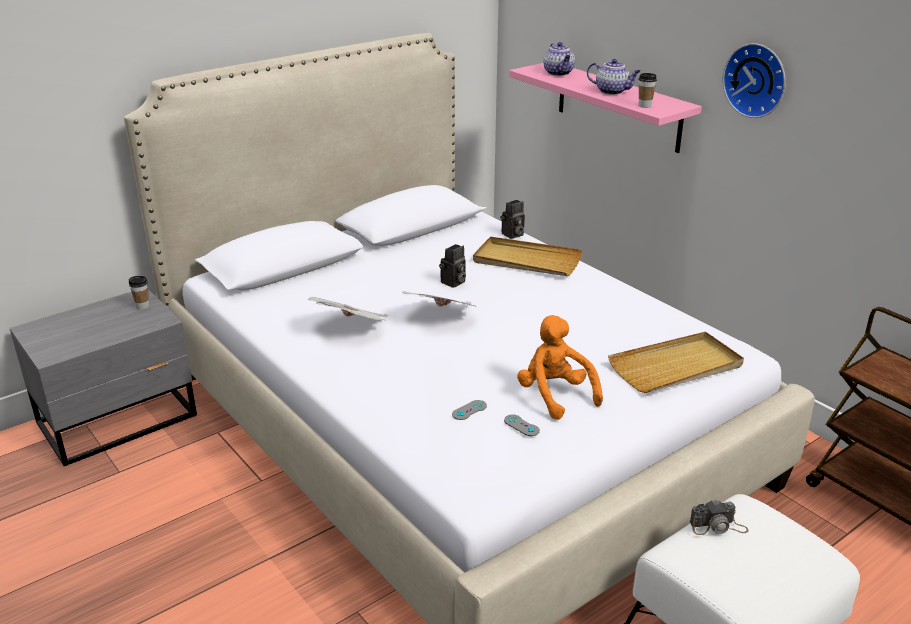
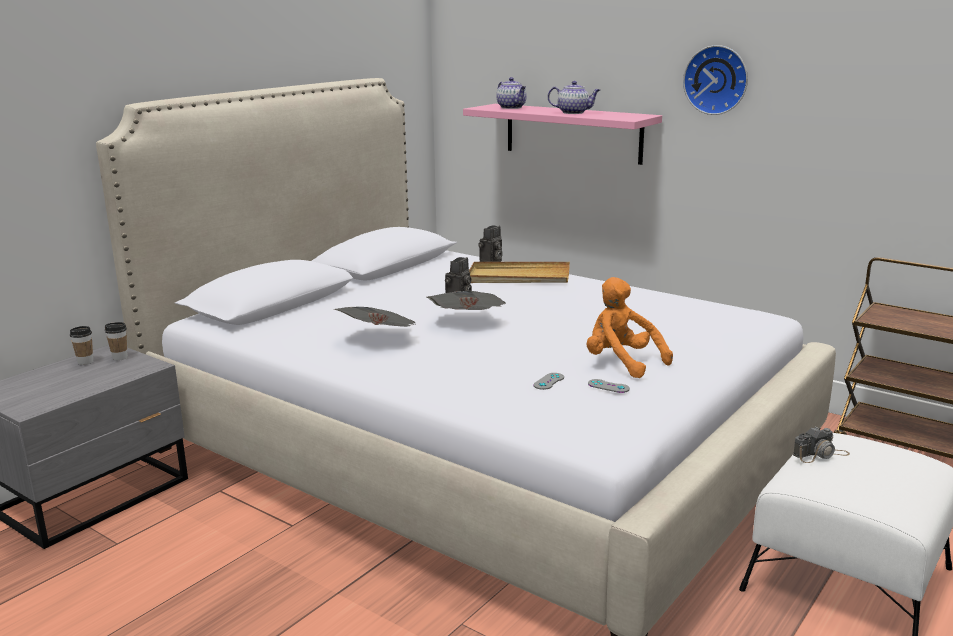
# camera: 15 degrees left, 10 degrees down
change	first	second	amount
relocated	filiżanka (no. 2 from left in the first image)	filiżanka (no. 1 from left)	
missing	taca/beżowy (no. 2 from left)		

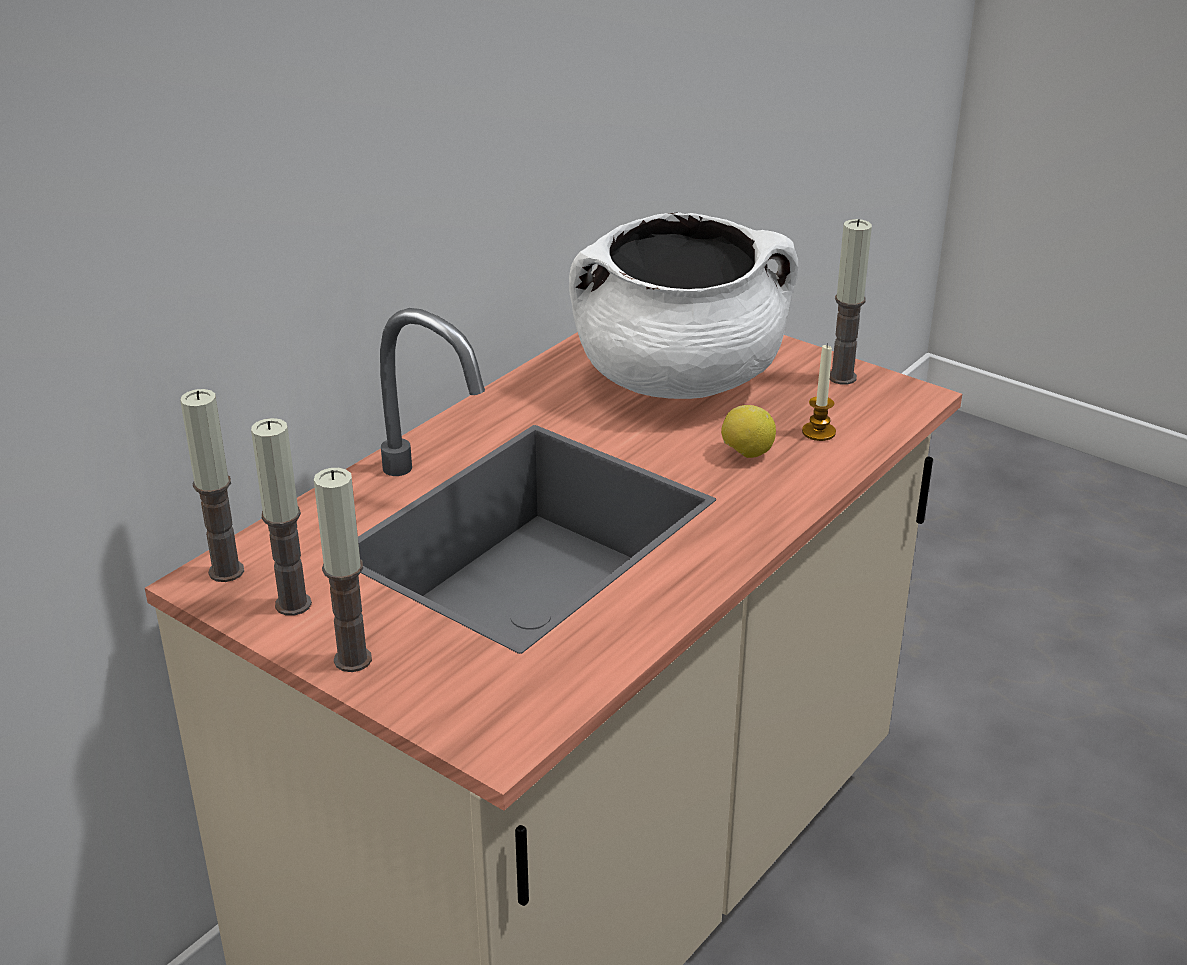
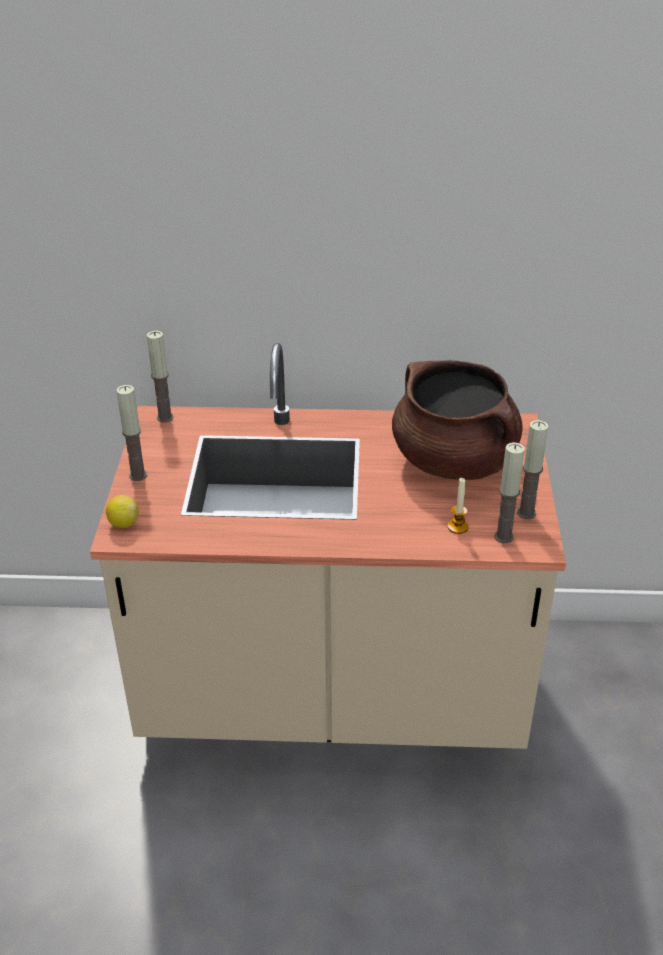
# camera: 55 degrees right, 5 degrees up
change	first	second	amount
relocated	cytryna		
colour	garnek/biały	garnek/brązowy	
relocated	świeca (no. 2 from left in the first image)	świeca (no. 4 from left)	

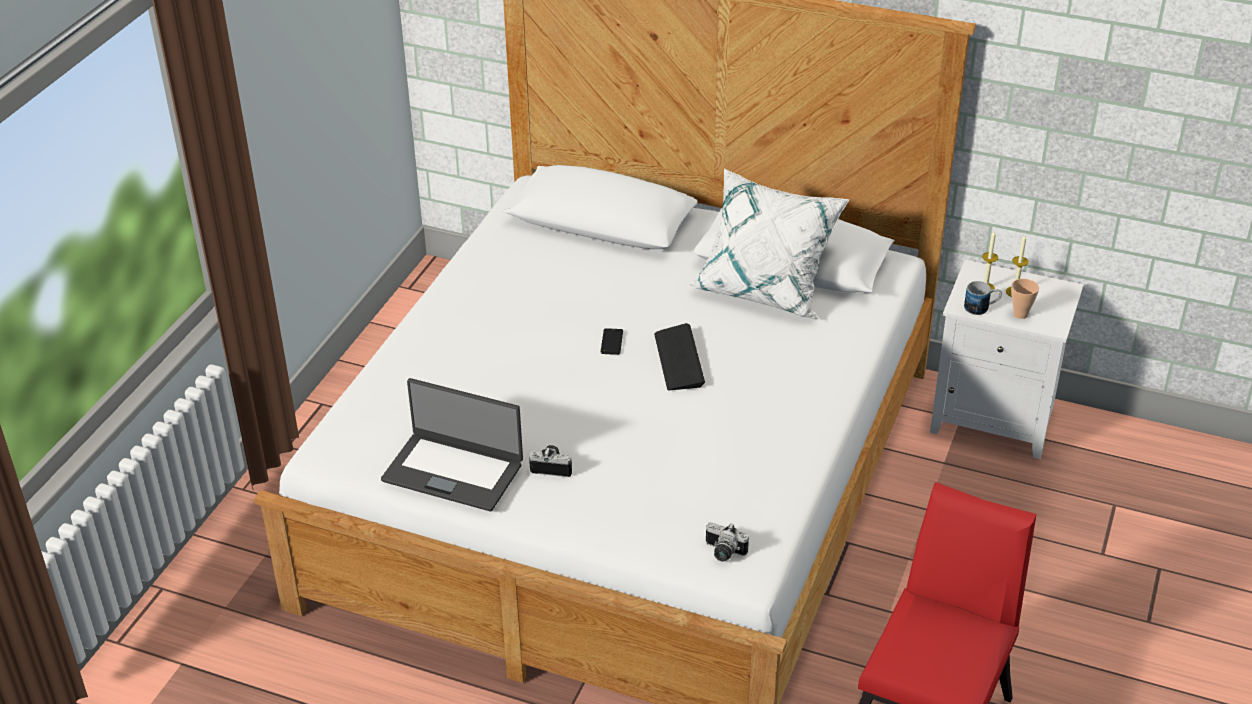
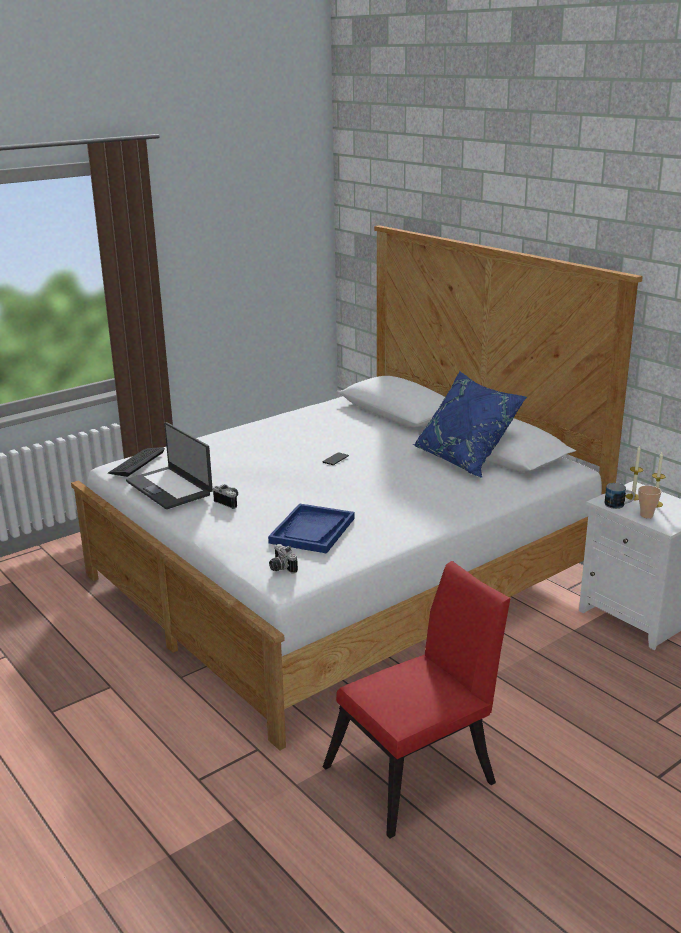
# camera: 30 degrees right, 15 degrees down
change	first	second	amount
relocated	klawiatura		
appeared		taca/niebieski	
colour	poduszka/biały	poduszka/niebieski	

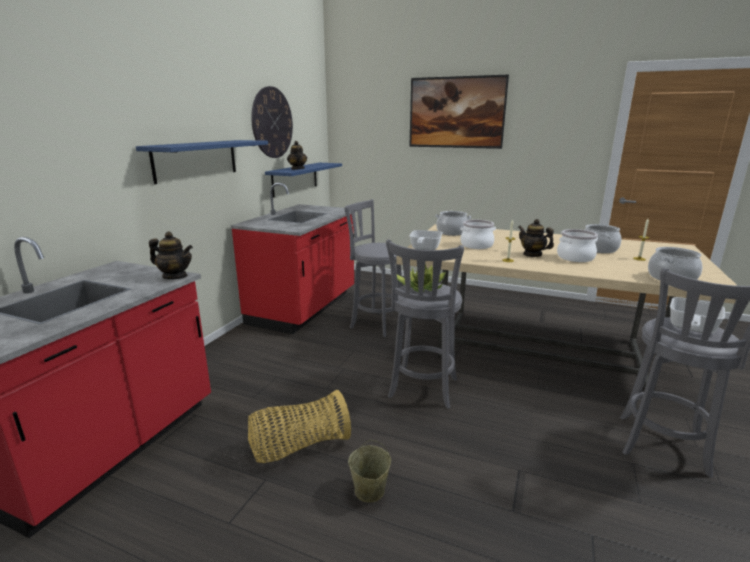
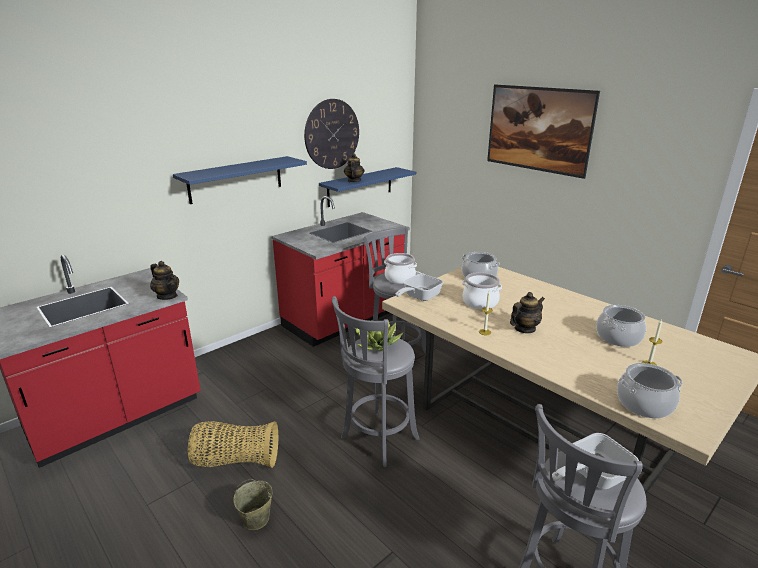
# camera: 25 degrees right, 5 degrees up
change	first	second	amount
relocated	garnek (no. 3 from left in the first image)	garnek (no. 1 from left)	
spun	imbryk (no. 3 from left)		75 degrees clockwise

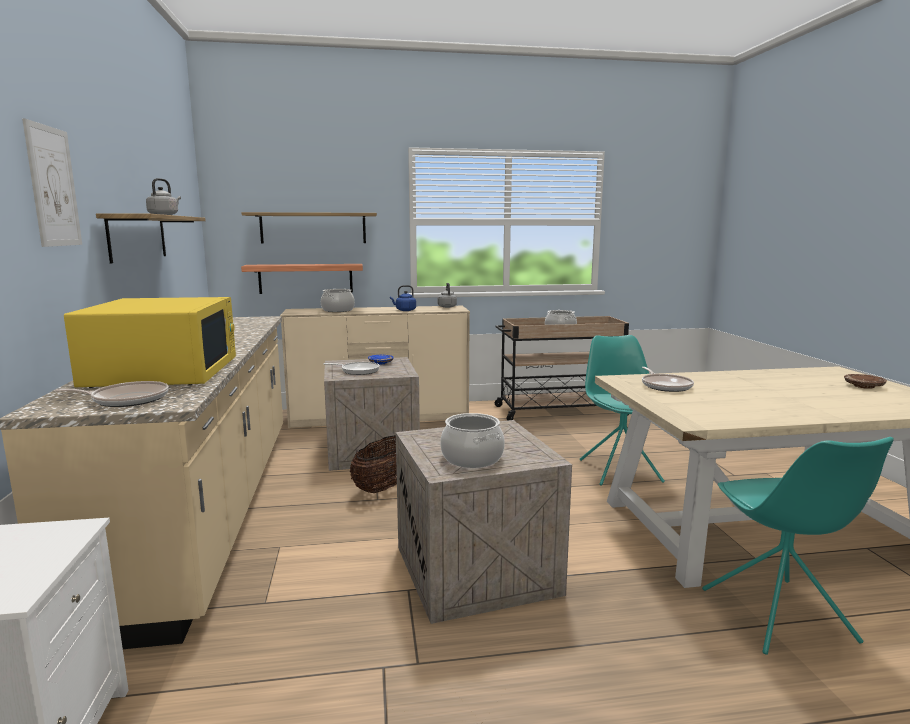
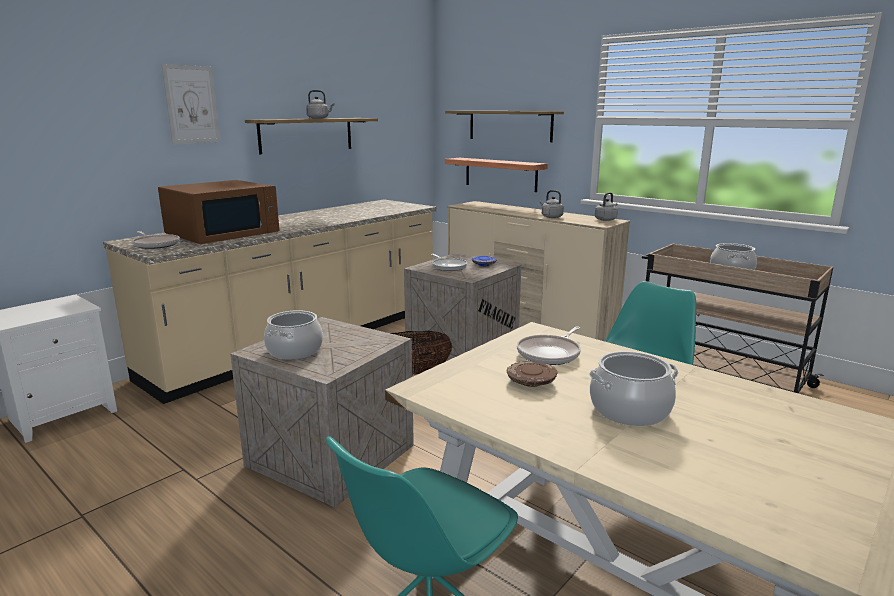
# camera: 50 degrees right, 5 degrees up
change	first	second	amount
colour	mikrofalówka/żółty	mikrofalówka/brązowy	
relocated	talerz/brązowy		
colour	czajnik/niebieski	czajnik/szary (no. 2 from left)	
relocated	garnek (no. 1 from left in the first image)	garnek (no. 2 from left)	

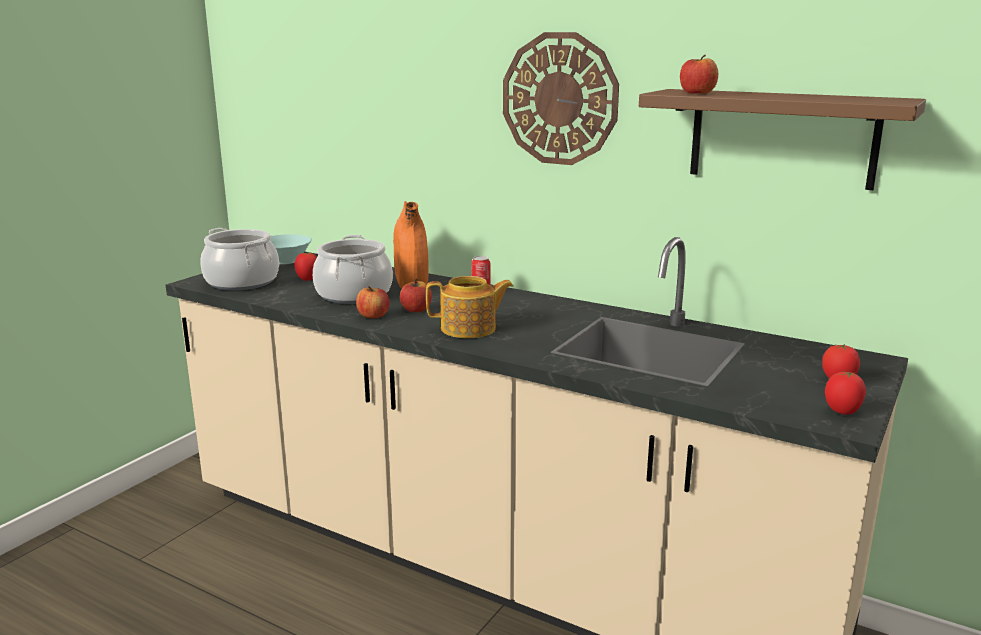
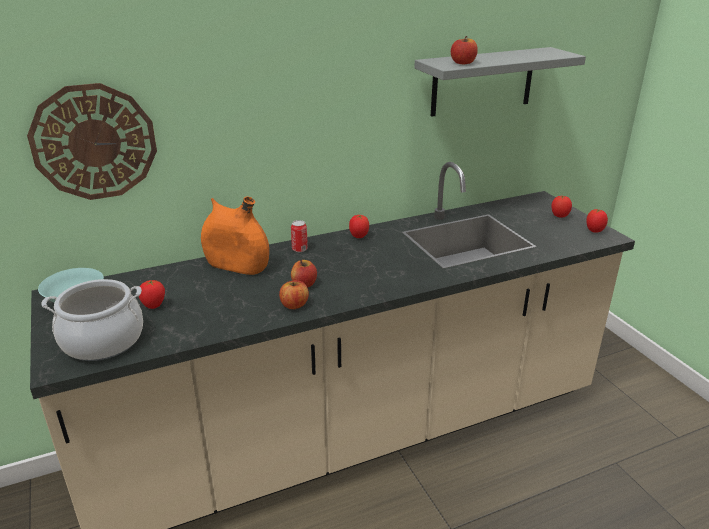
# camera: 55 degrees left, 10 degrees up
change	first	second	amount
relocated	zegar ścienny		
appeared		pomidor (no. 2 from left)	
colour	półka/brązowy	półka/szary	
missing	garnek (no. 2 from left)		
missing	imbryk		

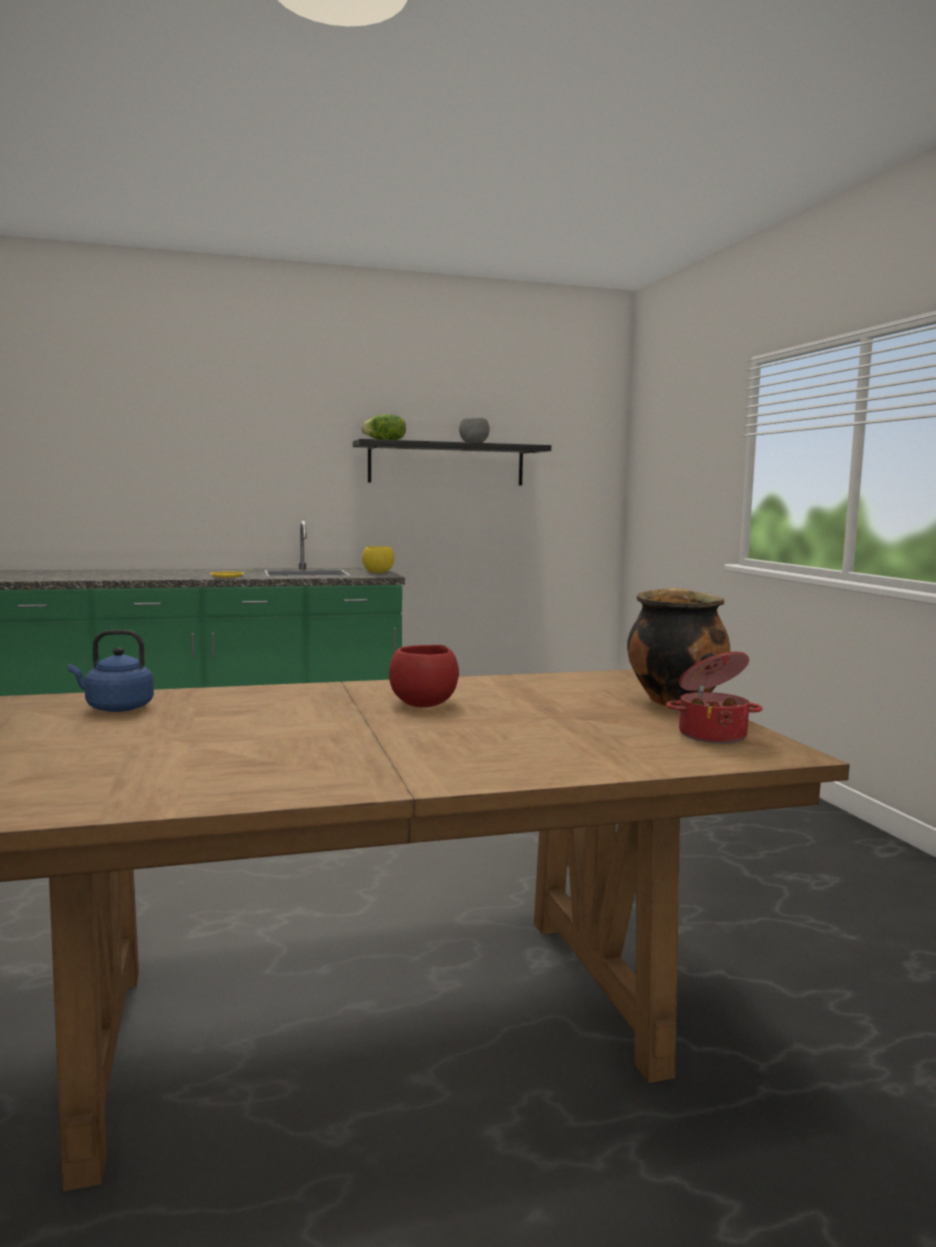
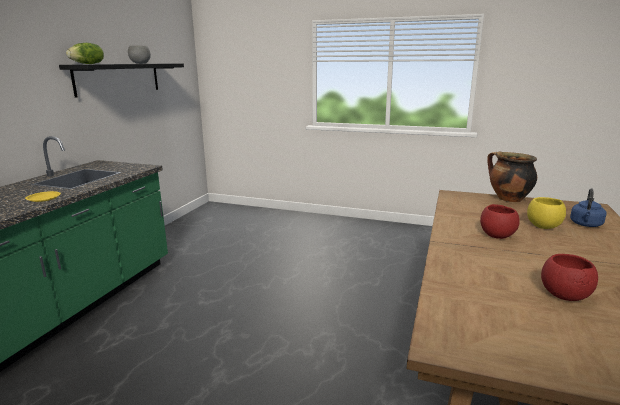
# camera: 55 degrees left, 10 degrees up
change	first	second	amount
relocated	miska/żółty		
appeared		miska/czerwony (no. 2 from left)	
relocated	czajnik/niebieski		
missing	garnek (no. 2 from left)		

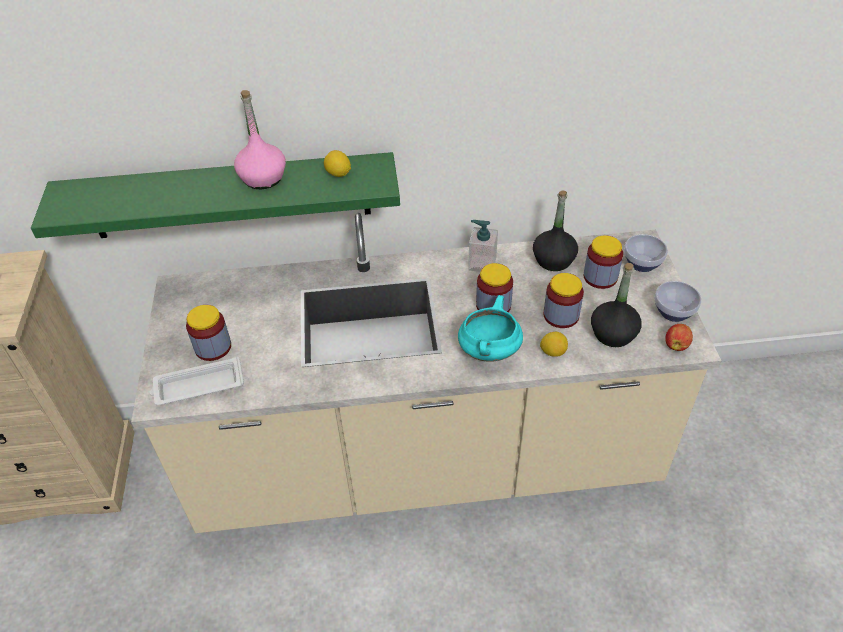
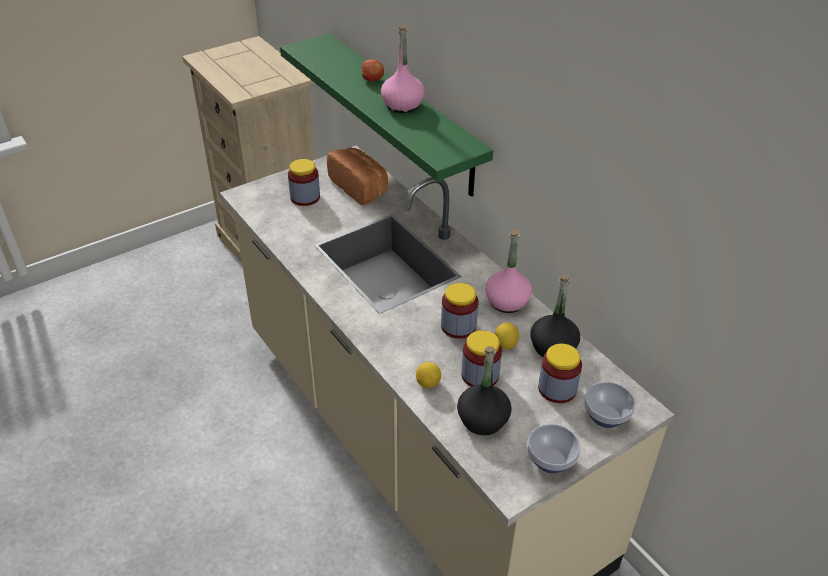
# camera: 60 degrees right, 5 degrees down
change	first	second	amount
appeared		chleb	
relocated	jabłko		
exchanged	dozownik mydła	butelka/różowy (no. 2 from left)	
relocated	cytryna (no. 1 from left in the first image)	cytryna (no. 2 from left)	
missing	taca/biały		
missing	garnek/turkusowy		

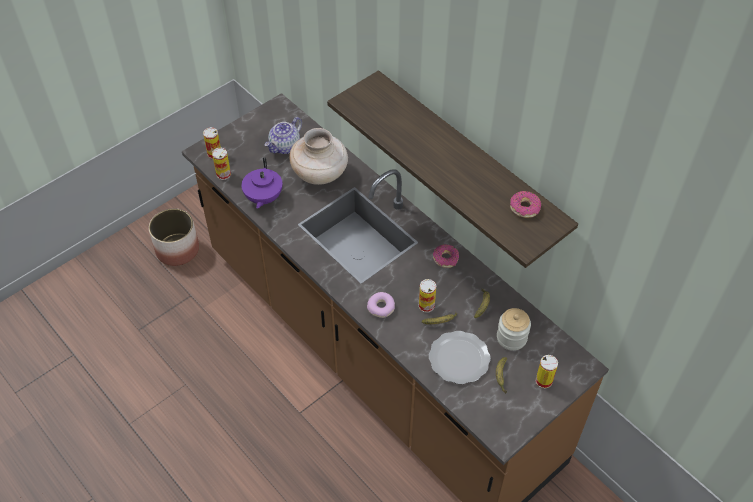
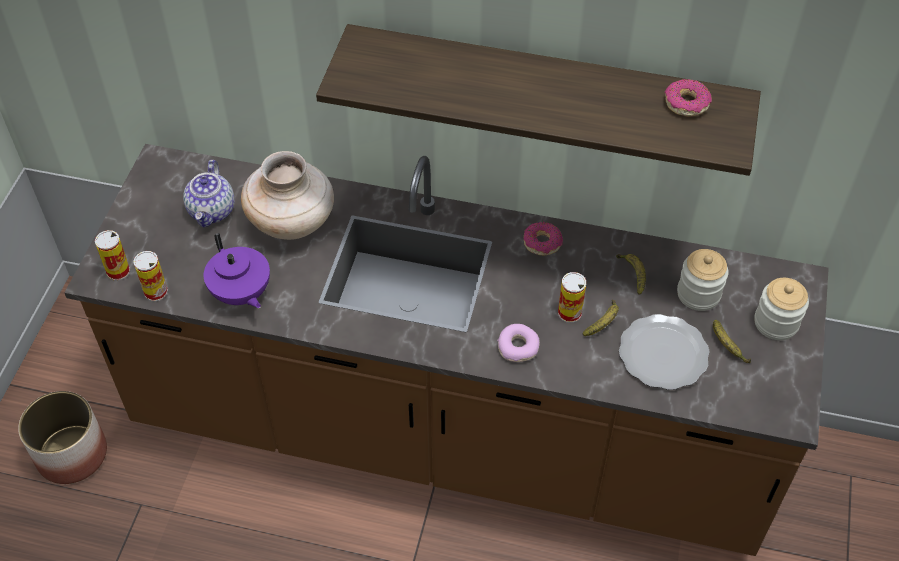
# camera: 35 degrees left, 0 degrees up
change	first	second	amount
exchanged	puszka (no. 4 from left)	słoik (no. 2 from left)	

